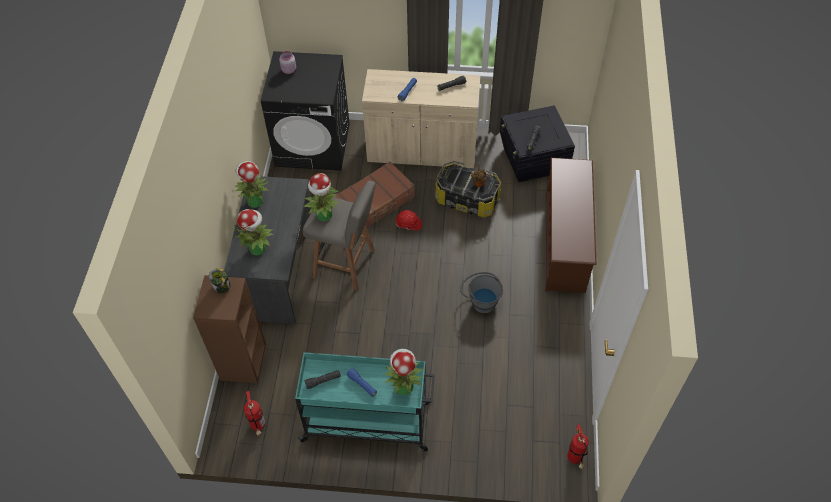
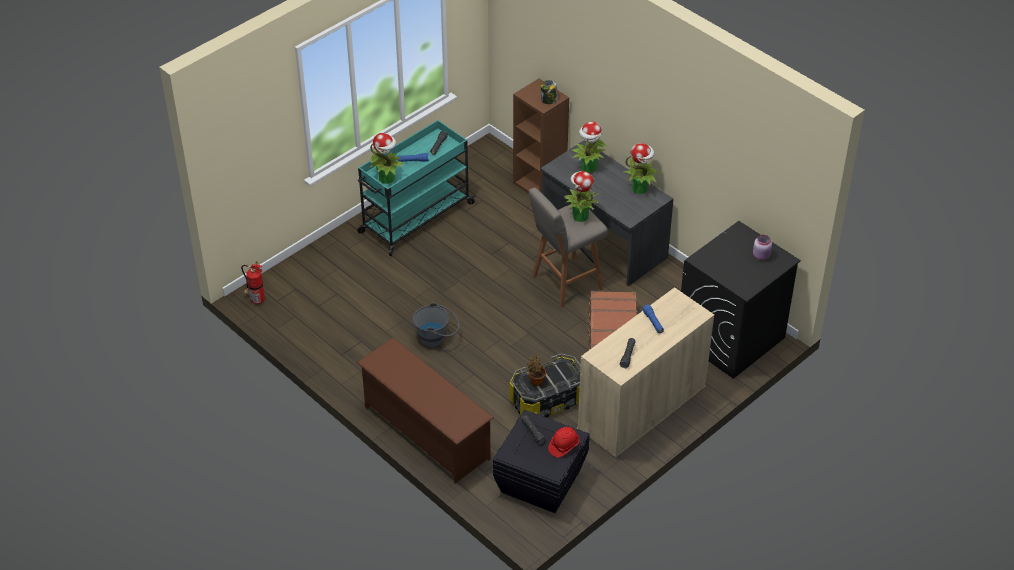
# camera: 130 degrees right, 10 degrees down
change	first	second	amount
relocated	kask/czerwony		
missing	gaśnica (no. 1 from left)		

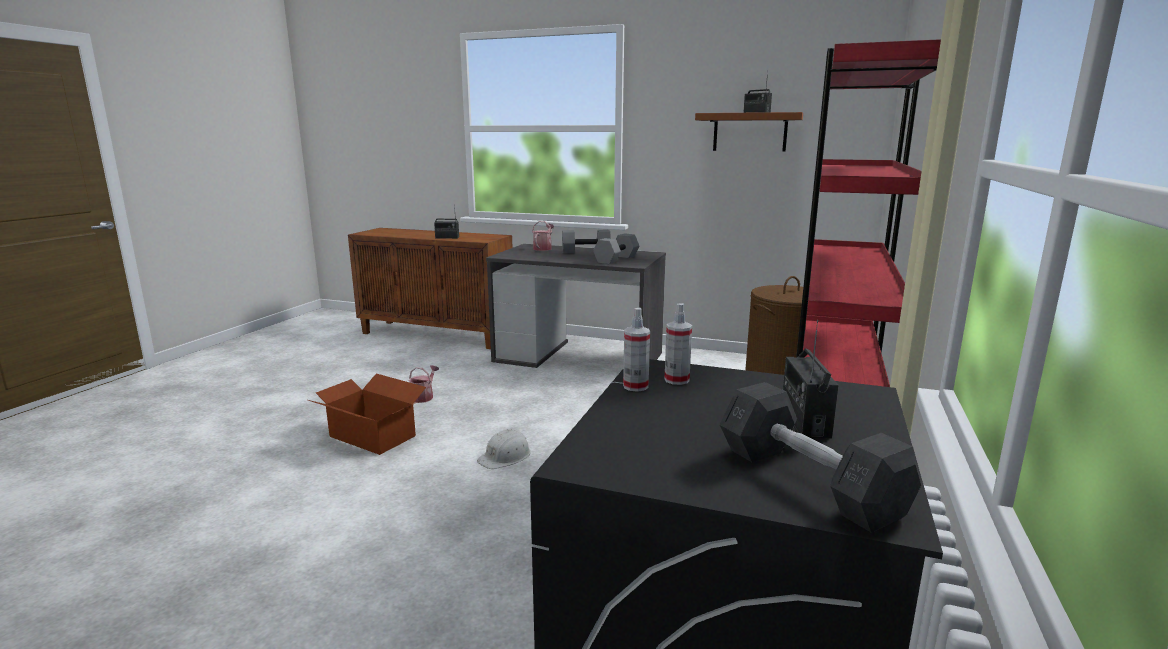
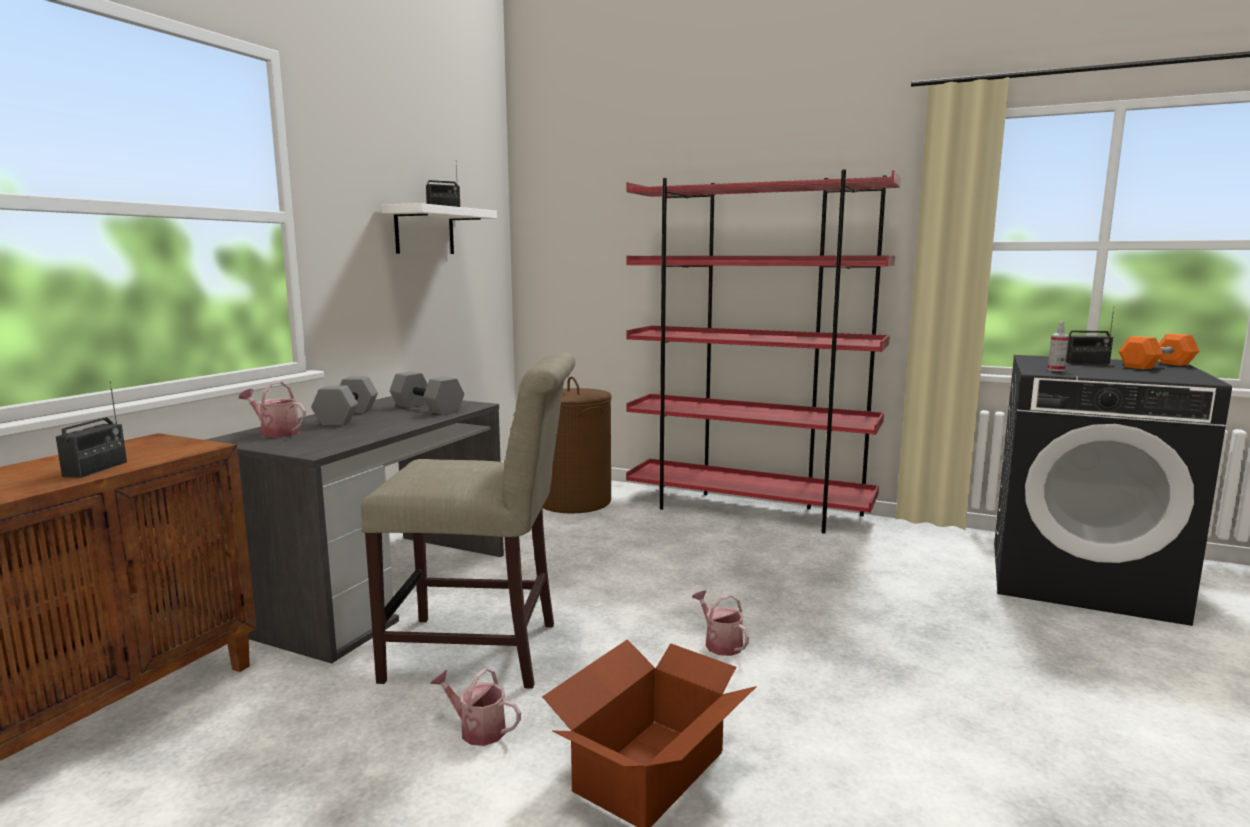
# camera: 85 degrees left, 5 degrees down
change	first	second	amount
appeared		krzesło/beżowy	
colour	półka/brązowy	półka/biały	
exchanged	kask/biały	konewka (no. 3 from left)	
colour	hantel/szary (no. 3 from left)	hantel/pomarańczowy	
missing	spryskiwacz (no. 1 from left)		

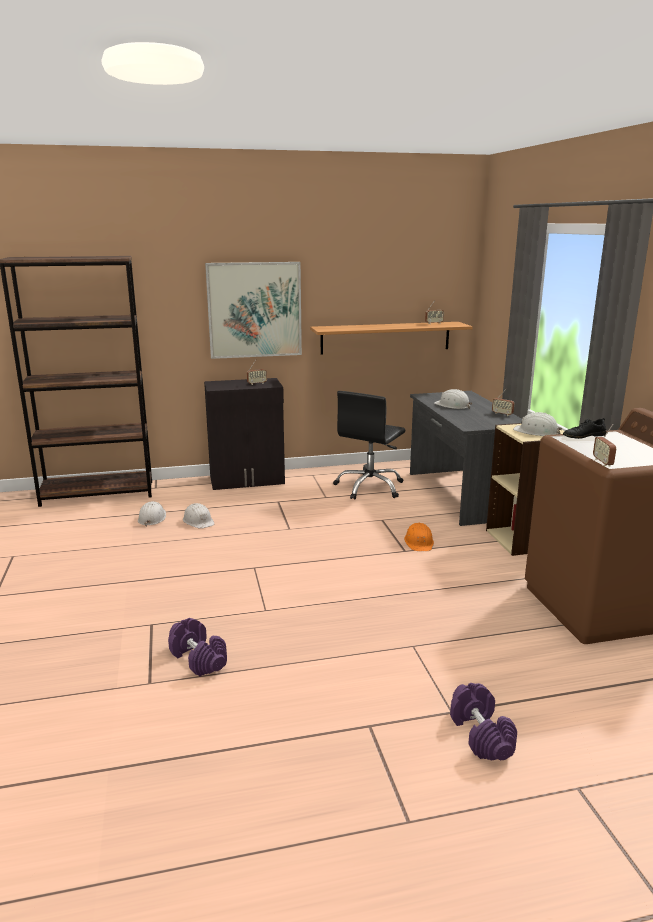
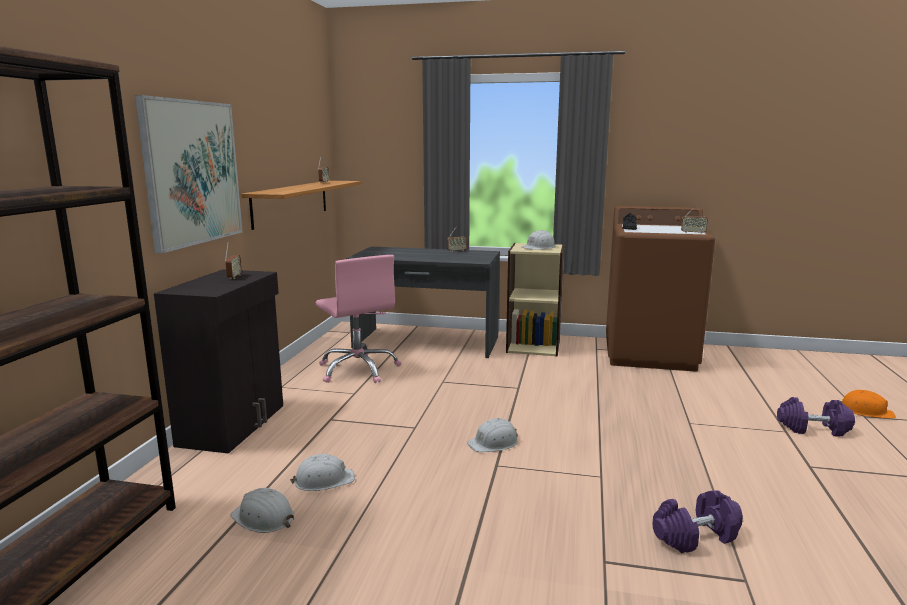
# camera: 65 degrees left, 5 degrees down
change	first	second	amount
colour	krzesło biurowe/czarny	krzesło biurowe/różowy	
relocated	kask/biały (no. 3 from left)		
relocated	kask/pomarańczowy		

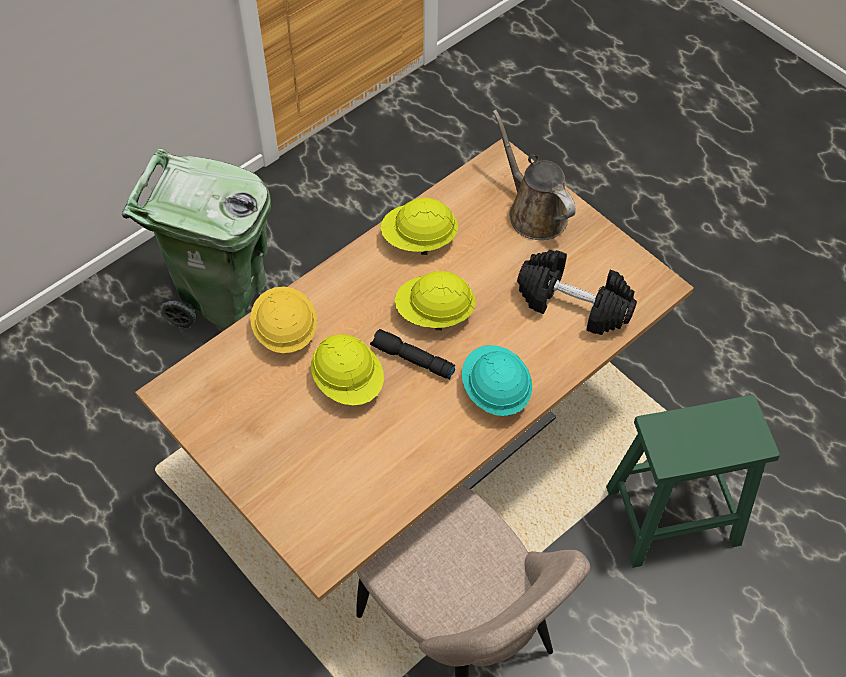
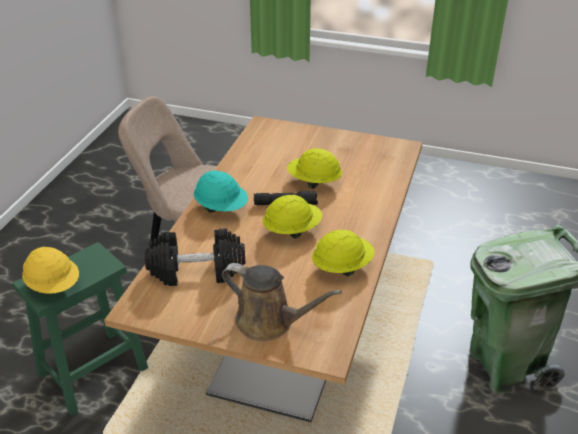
# camera: 150 degrees right, 20 degrees down
change	first	second	amount
relocated	kask/żółty (no. 1 from left)		

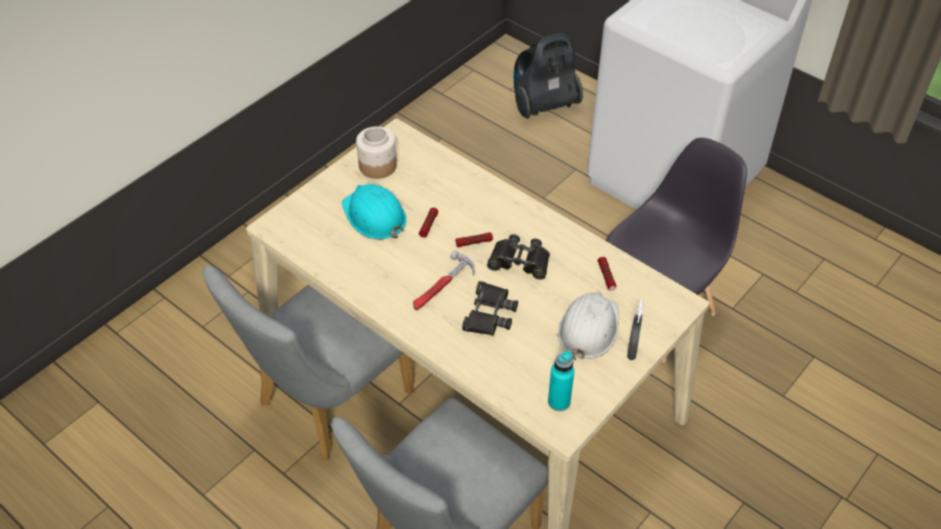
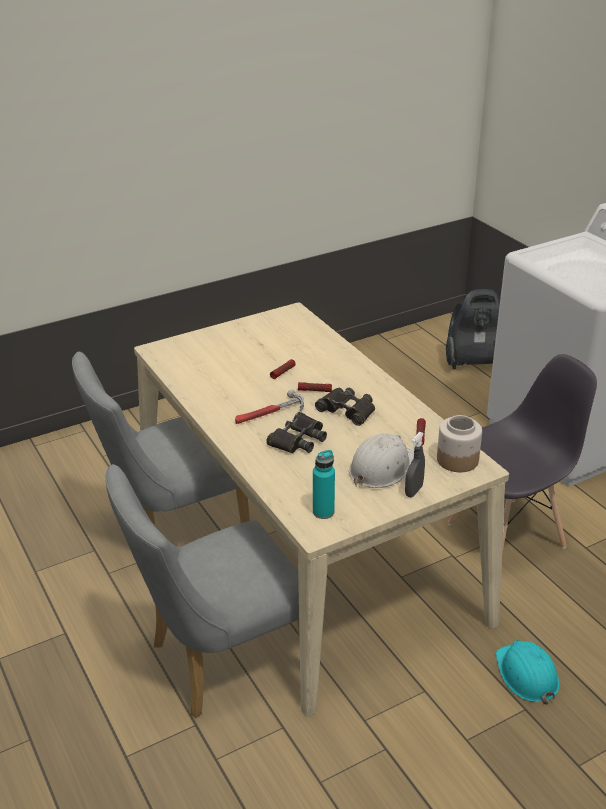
# camera: 20 degrees right, 15 degrees down
change	first	second	amount
relocated	słoik		
relocated	kask/turkusowy		

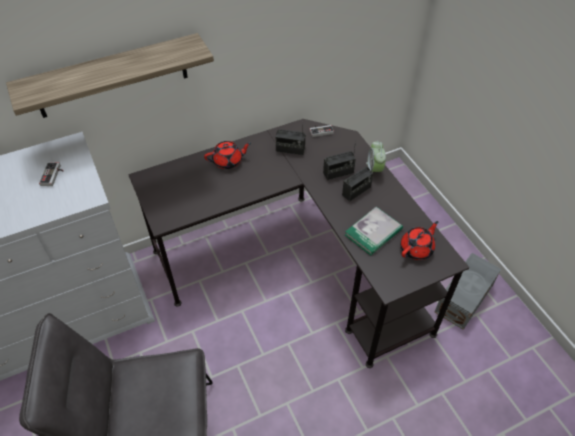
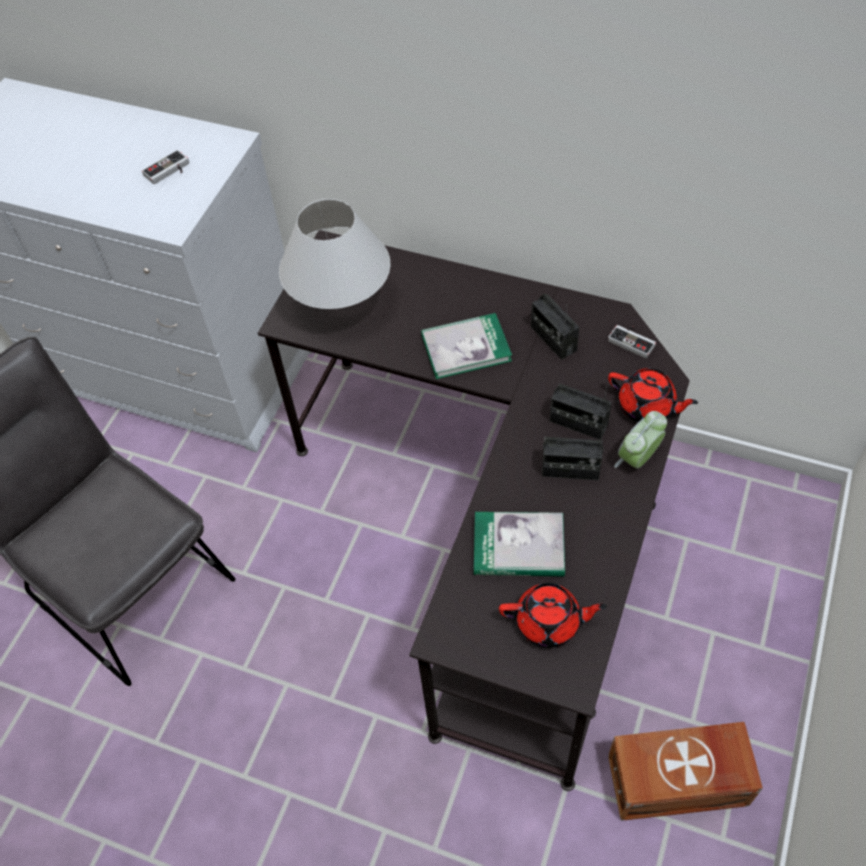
# camera: 50 degrees right, 5 degrees up
change	first	second	amount
appeared		lampa stołowa/biały	
appeared		książka (no. 1 from left)	
relocated	imbryk/czerwony (no. 1 from left in the first image)	imbryk/czerwony (no. 2 from left)	
colour	pojemnik do przechowywania/szary	pojemnik do przechowywania/brązowy	
missing	półka		

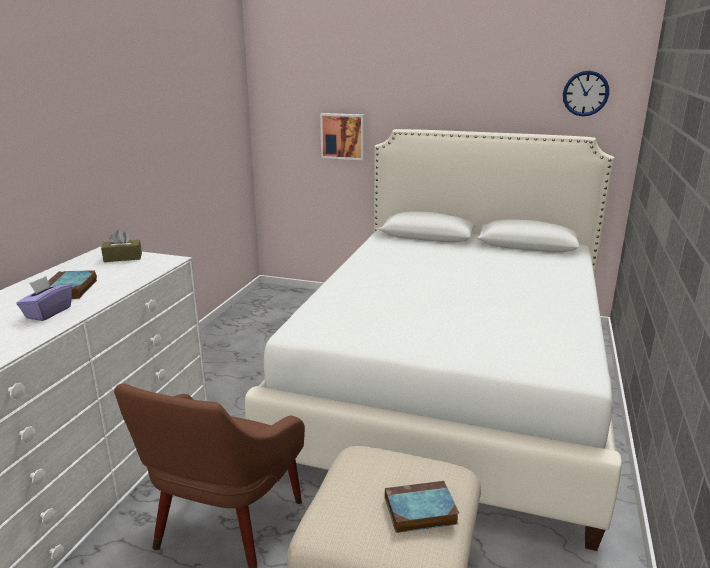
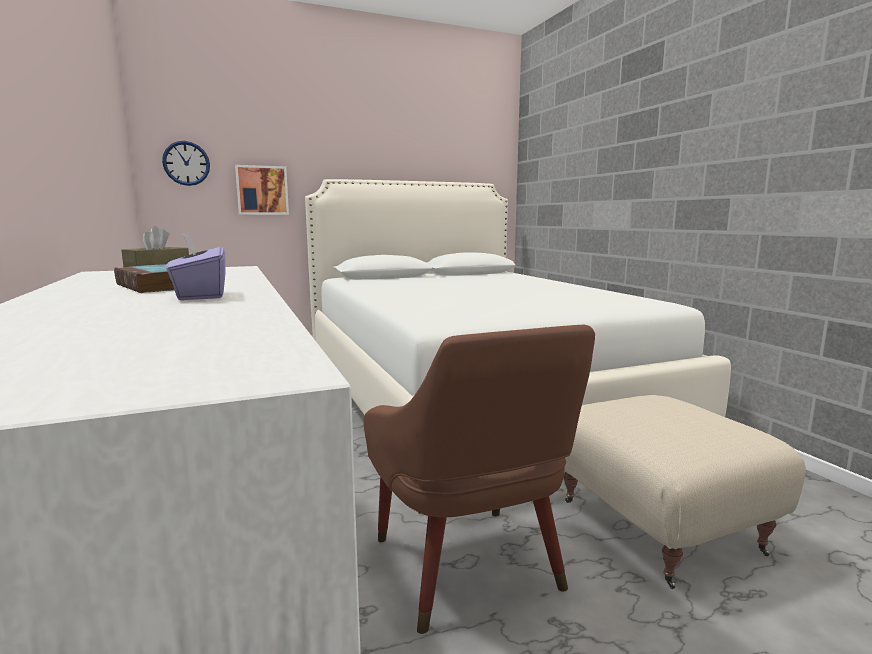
# camera: 40 degrees left, 10 degrees down
change	first	second	amount
relocated	zegar ścienny		
missing	książka (no. 2 from left)		

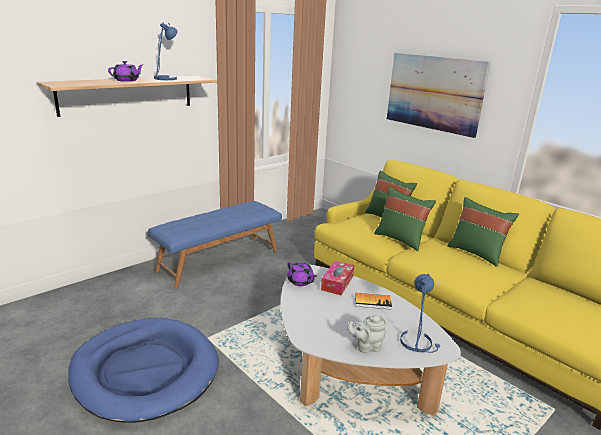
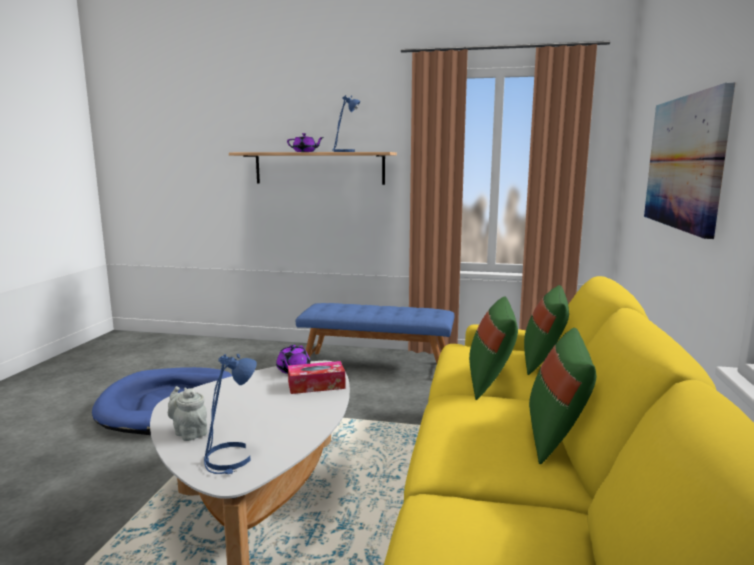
# camera: 55 degrees right, 10 degrees down
change	first	second	amount
missing	książka		

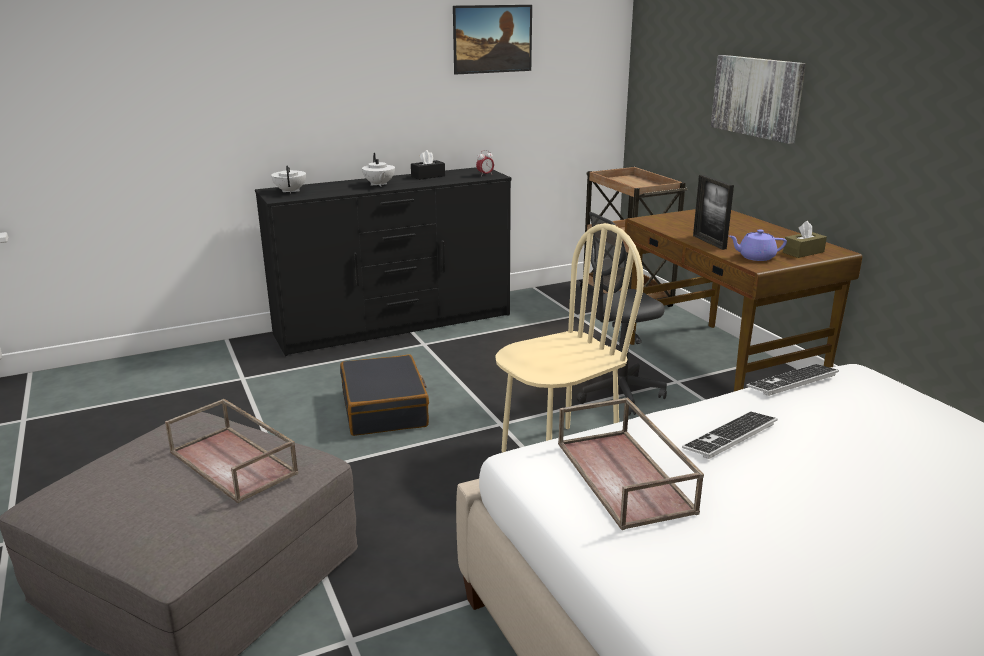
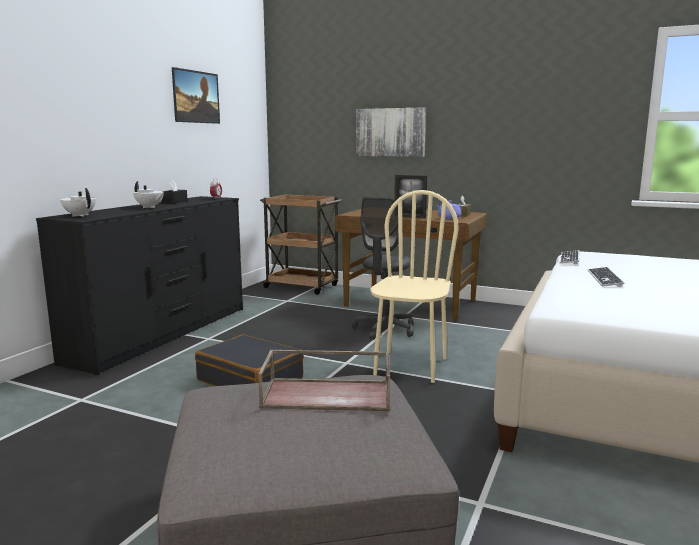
# camera: 40 degrees left, 10 degrees down
change	first	second	amount
missing	taca/brązowy (no. 2 from left)		

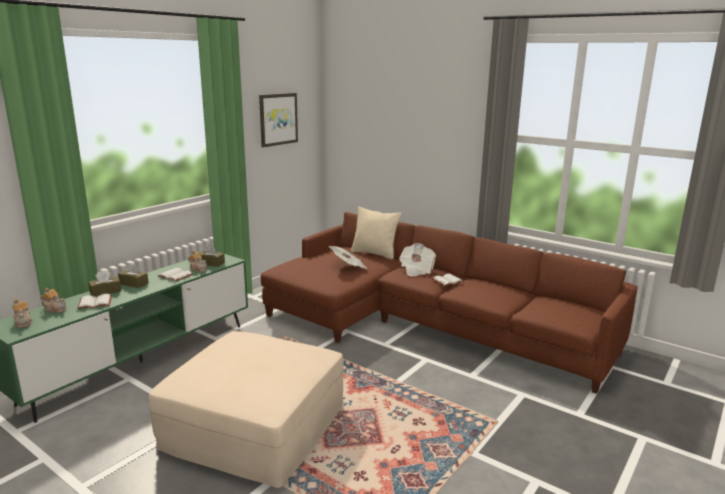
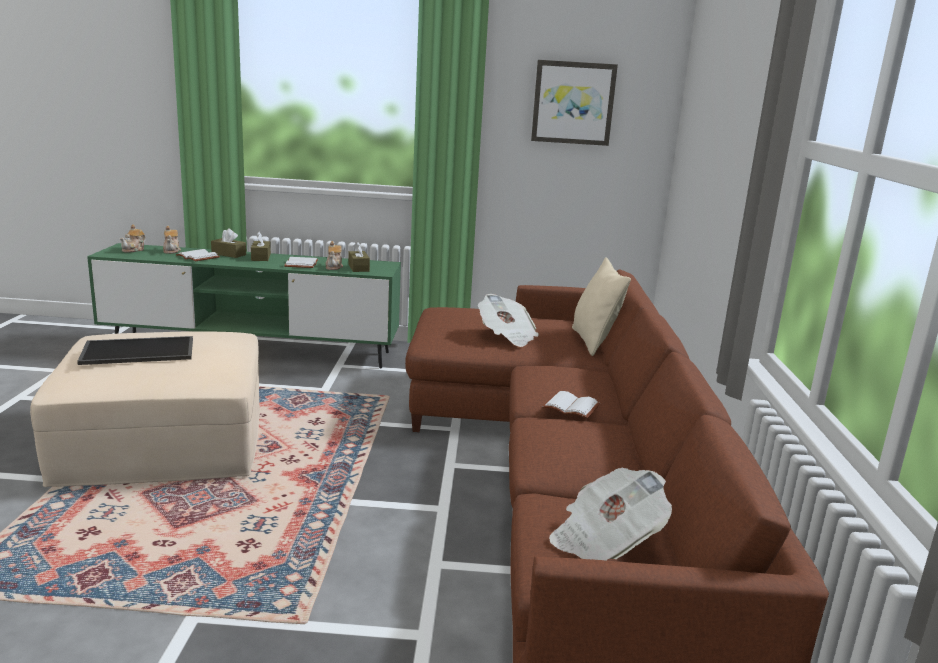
# camera: 55 degrees right, 0 degrees up
change	first	second	amount
appeared		taca	
relocated	gazeta (no. 2 from left)		

